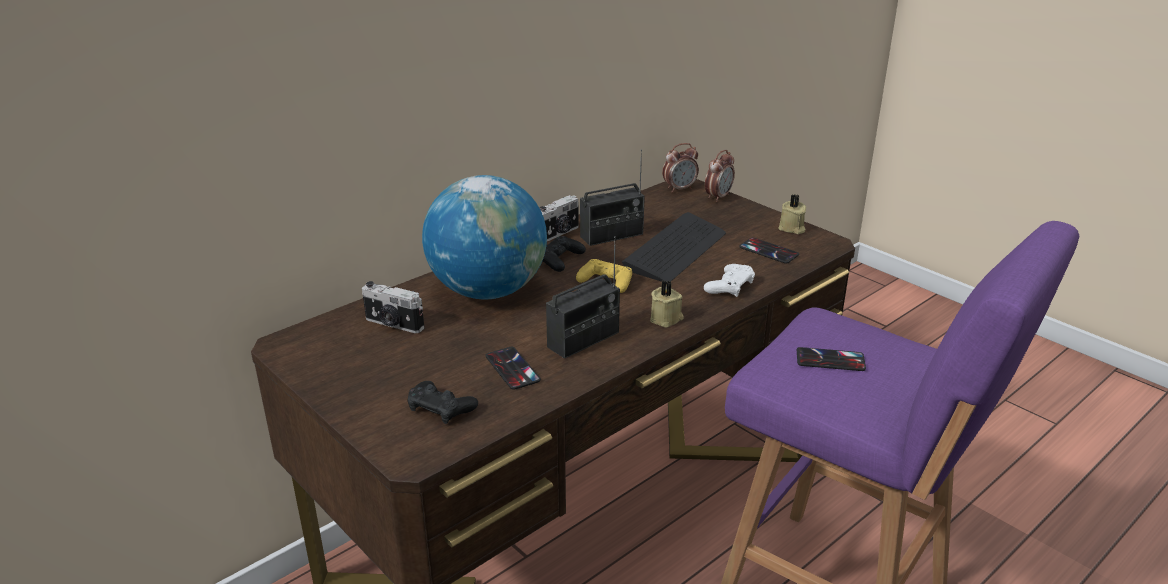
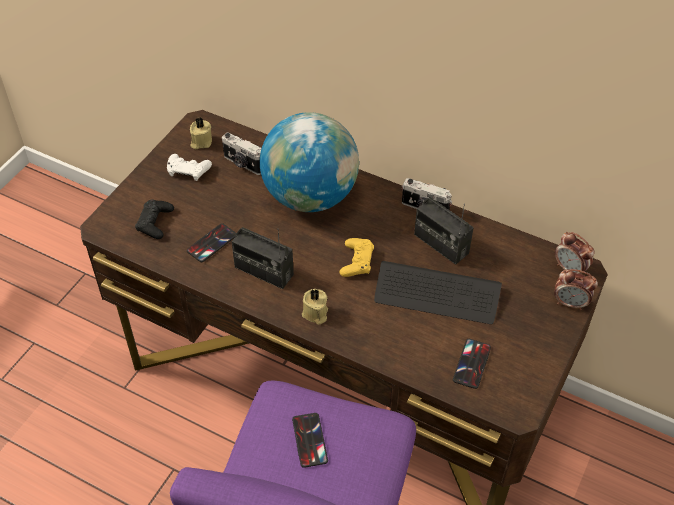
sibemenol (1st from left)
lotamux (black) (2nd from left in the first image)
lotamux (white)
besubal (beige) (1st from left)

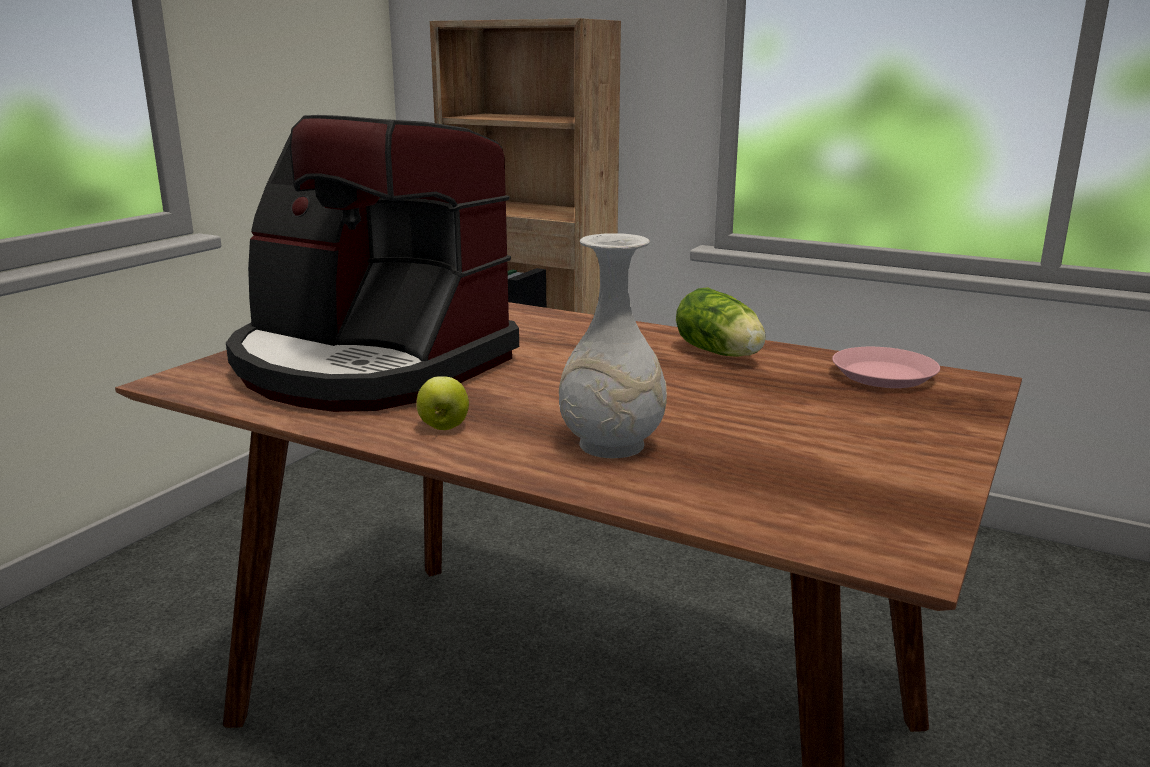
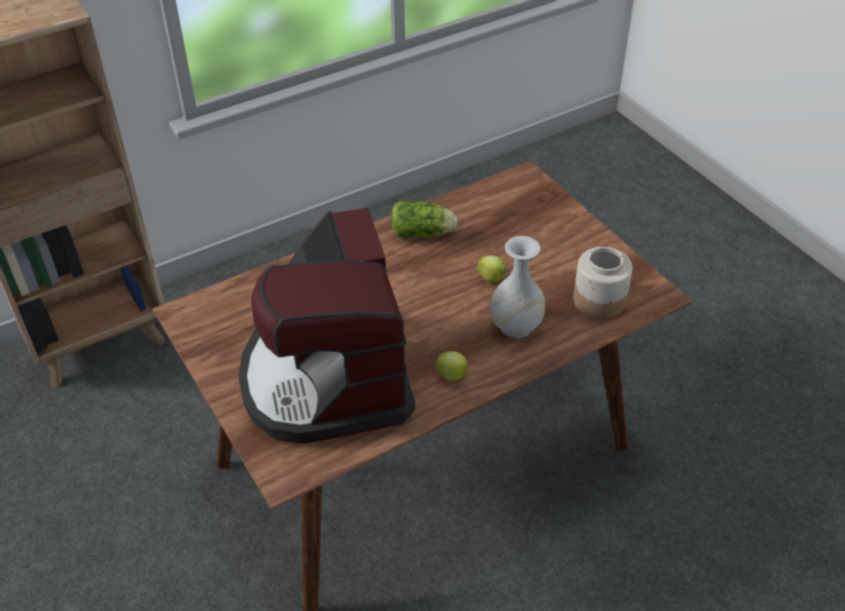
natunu
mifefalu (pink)
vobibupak (2nd from left)
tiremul

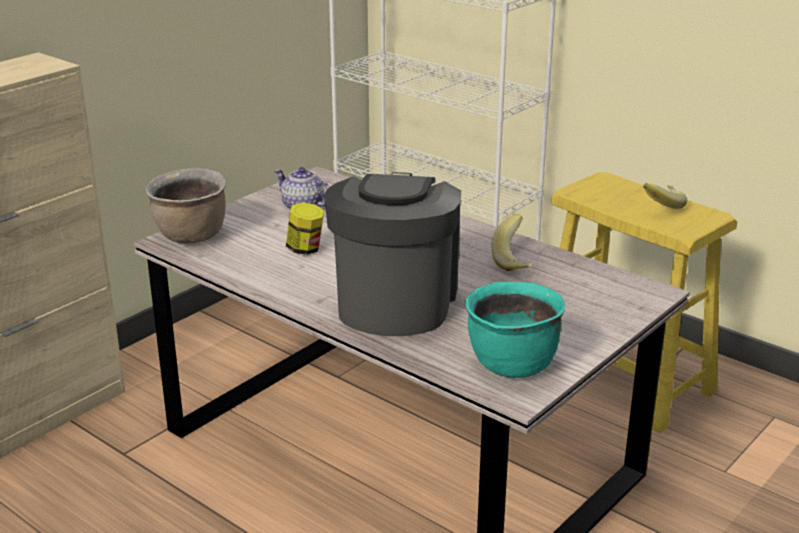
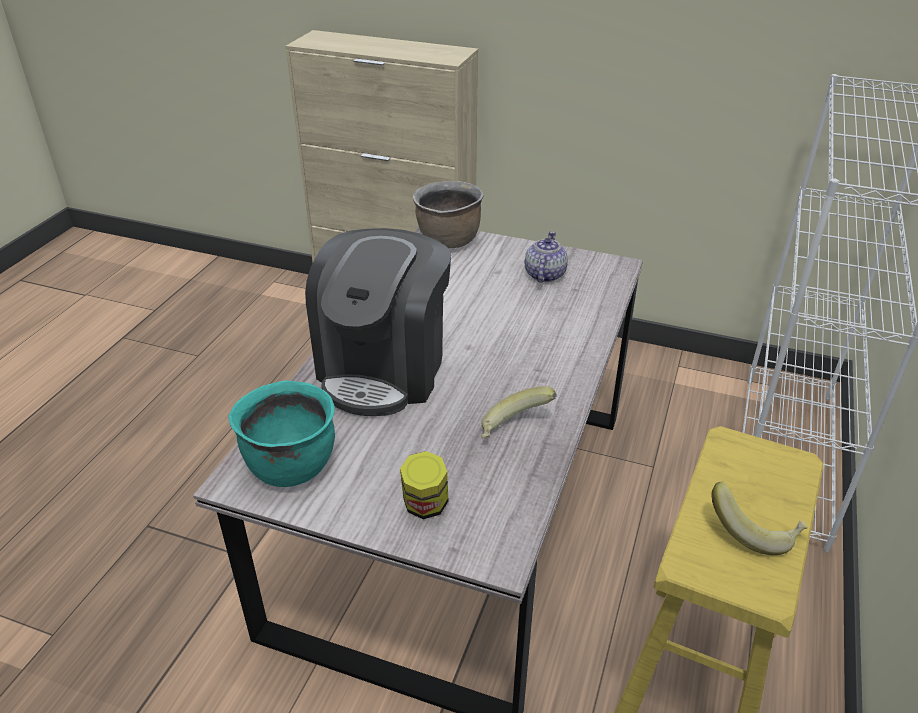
tiremul
natunu

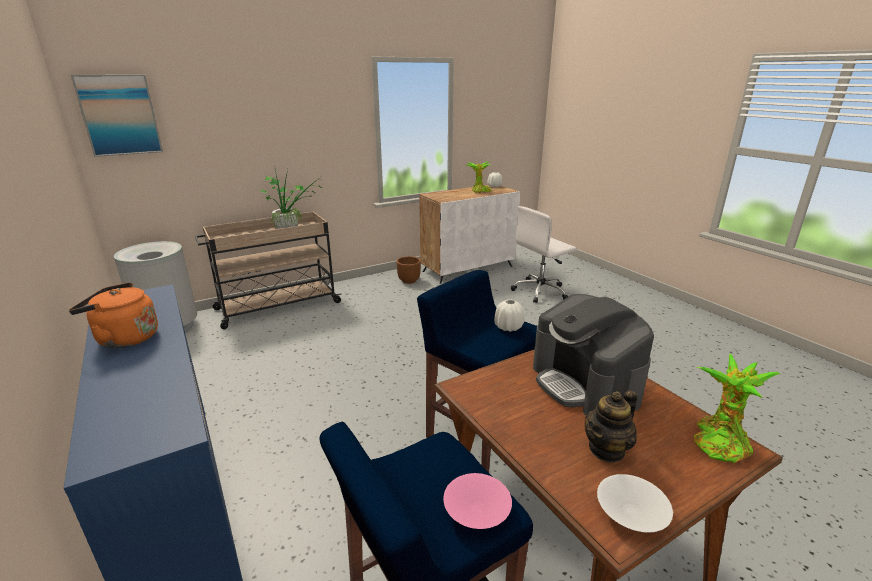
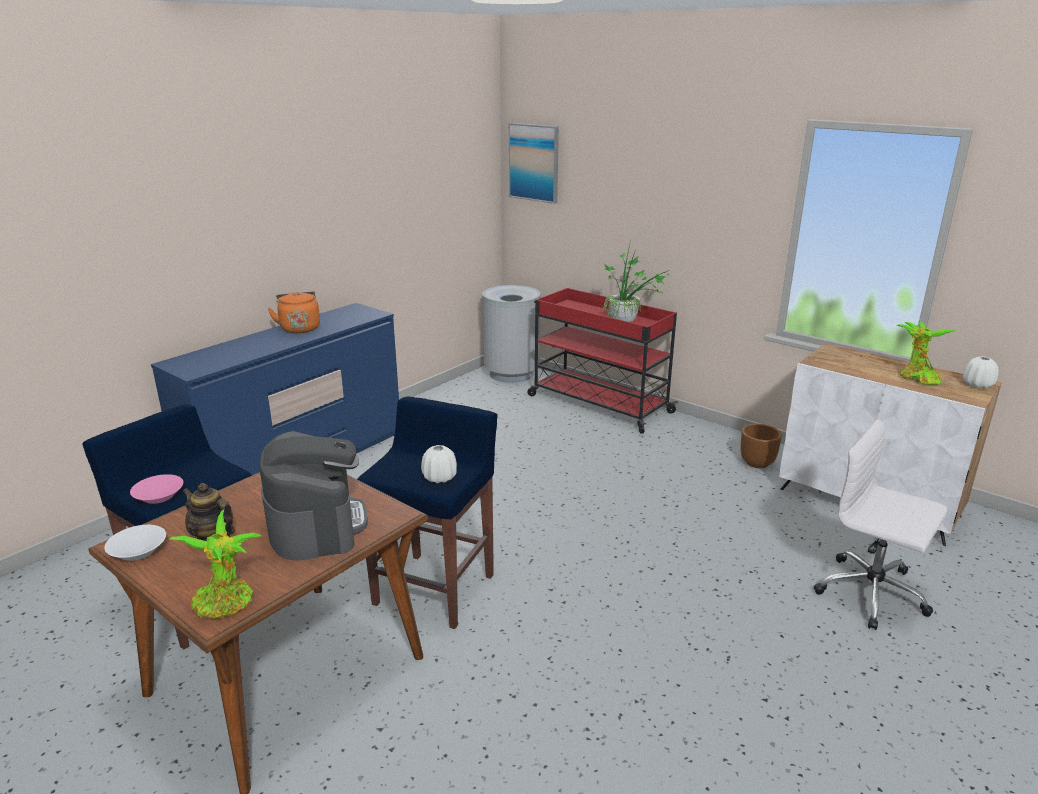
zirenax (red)
natunu

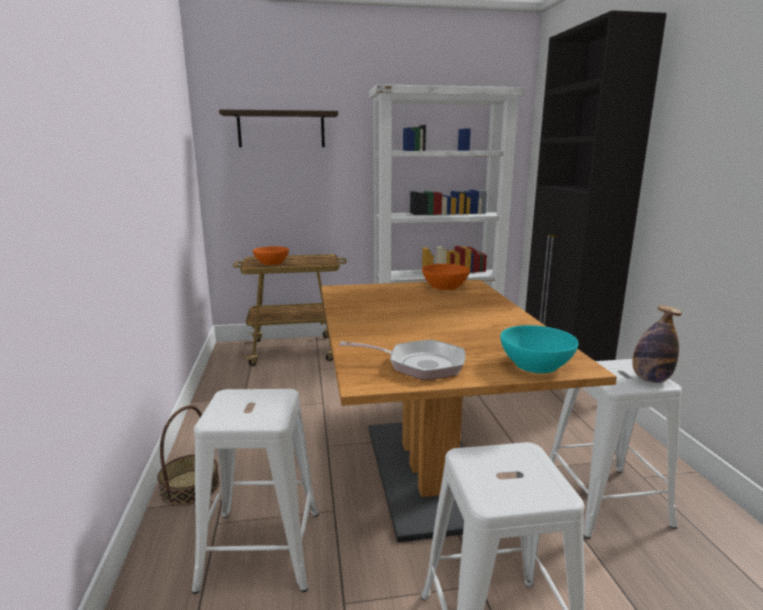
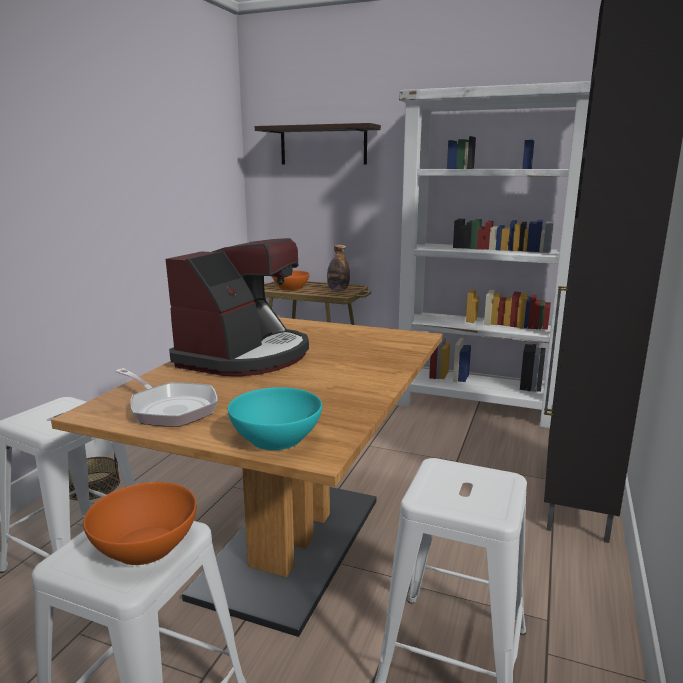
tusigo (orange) (1st from left)
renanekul
natunu

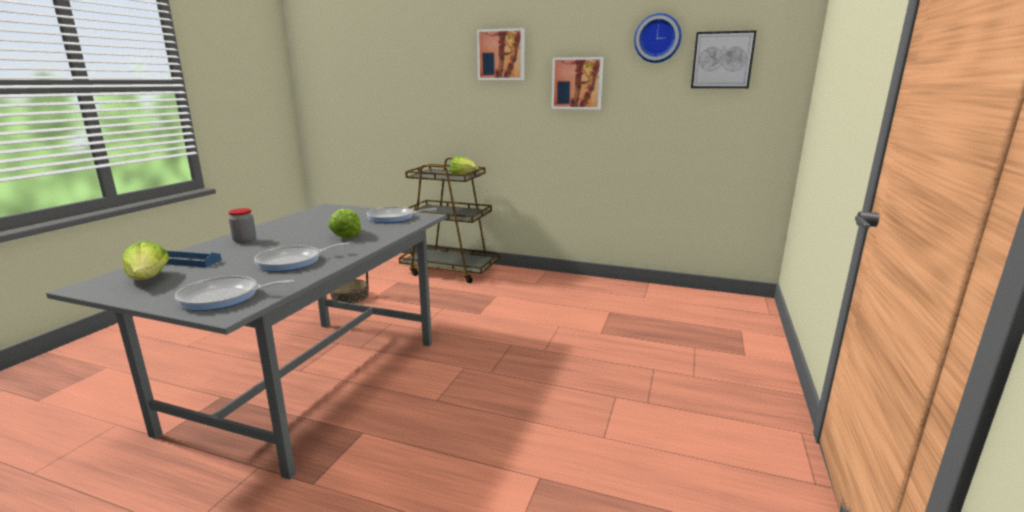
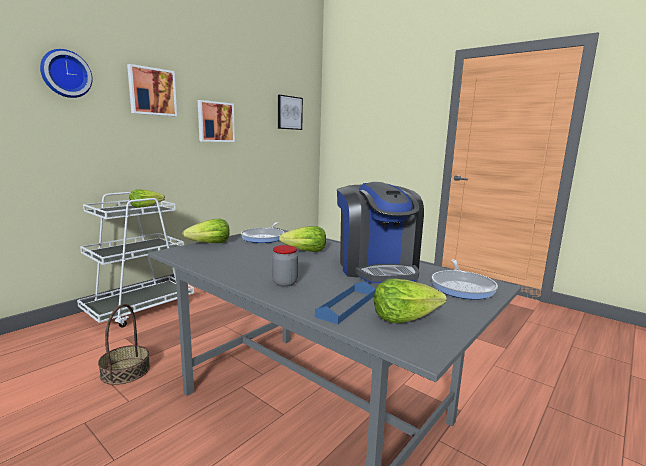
natunu
zirenax (white)
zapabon
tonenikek (2nd from left)

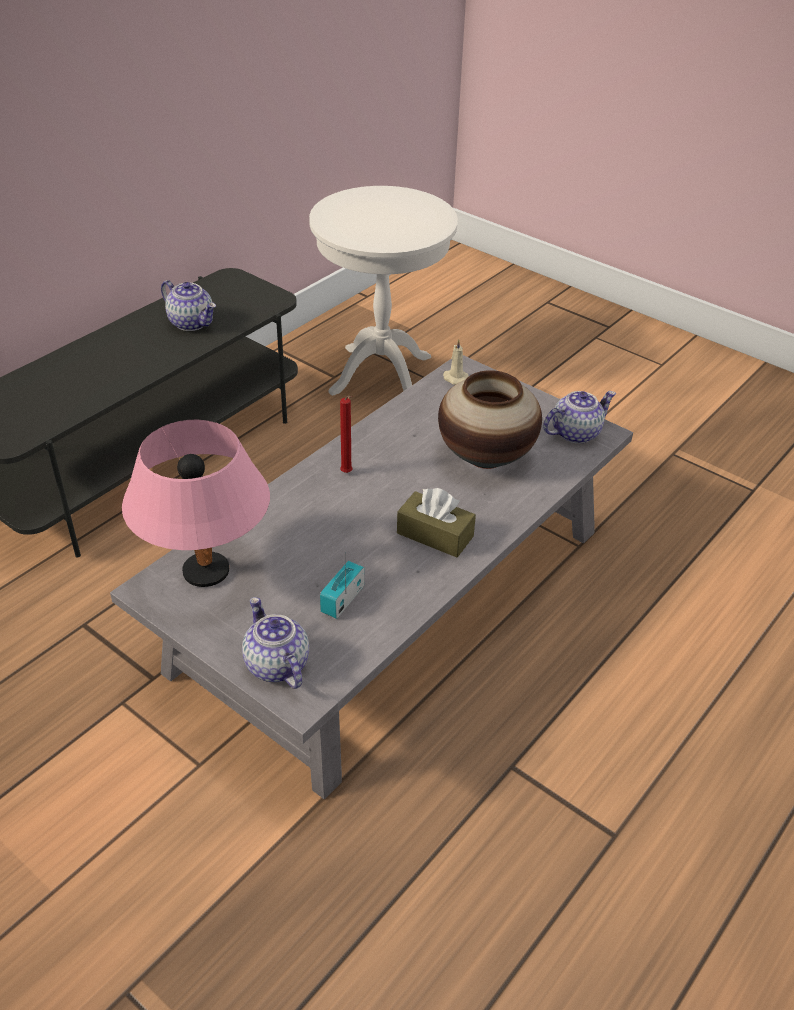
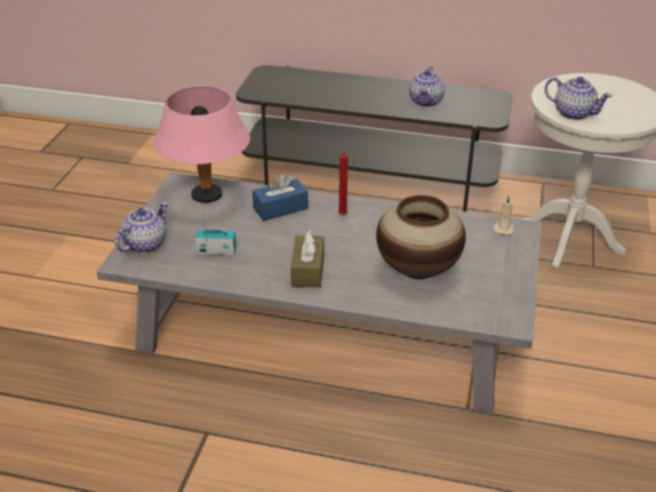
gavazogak (3rd from left)
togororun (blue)

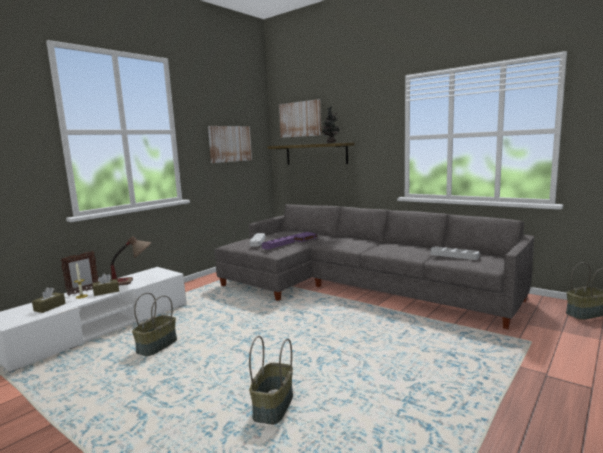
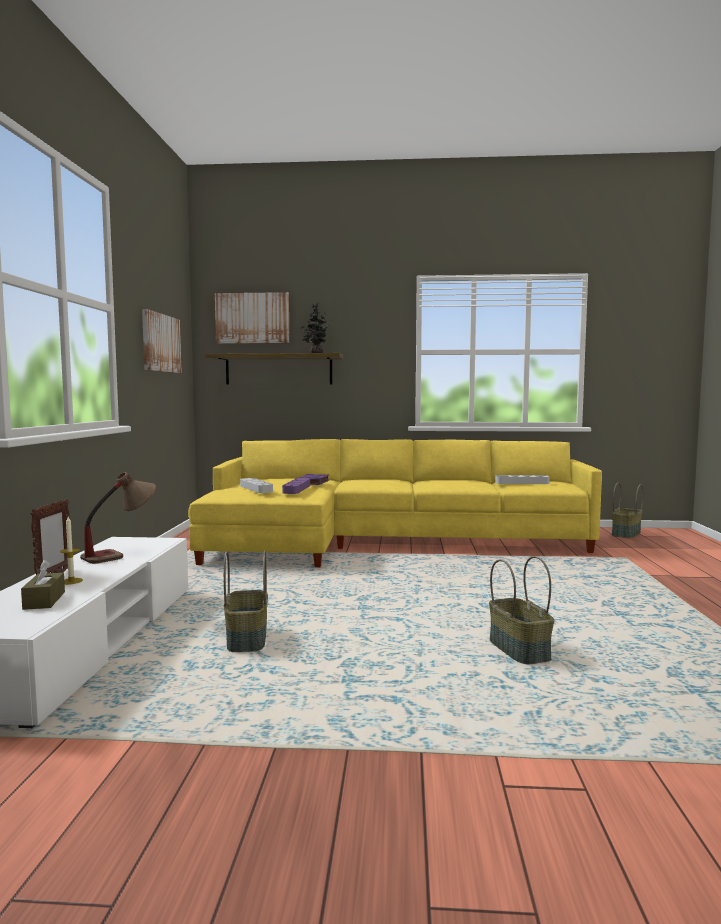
togororun (brown) (2nd from left in the first image)
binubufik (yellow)

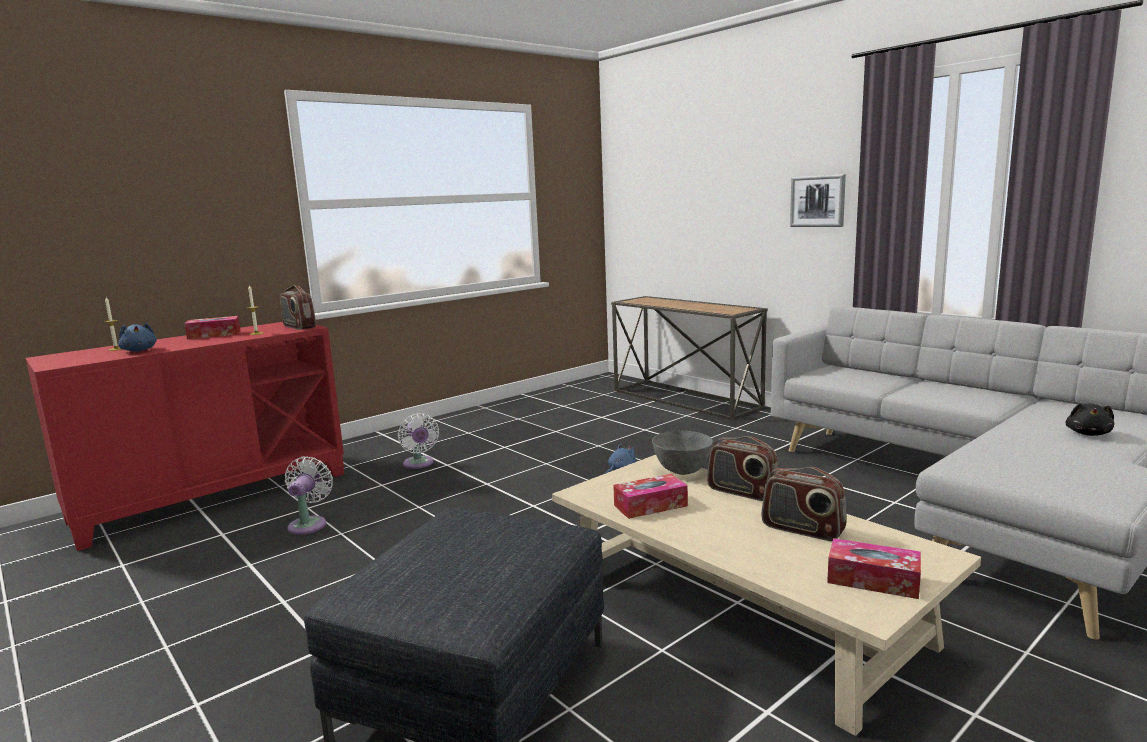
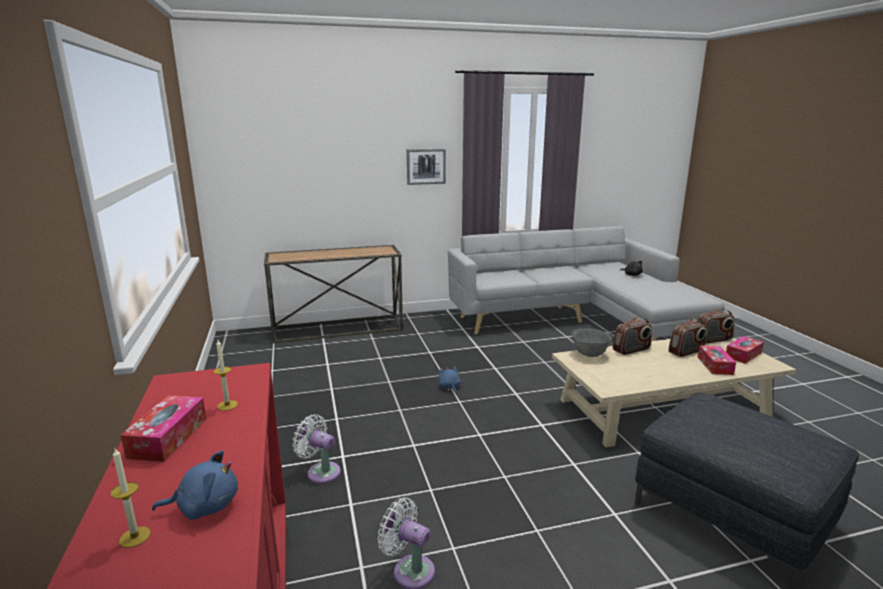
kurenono (3rd from left)
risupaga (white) (1st from left)
togororun (2nd from left)

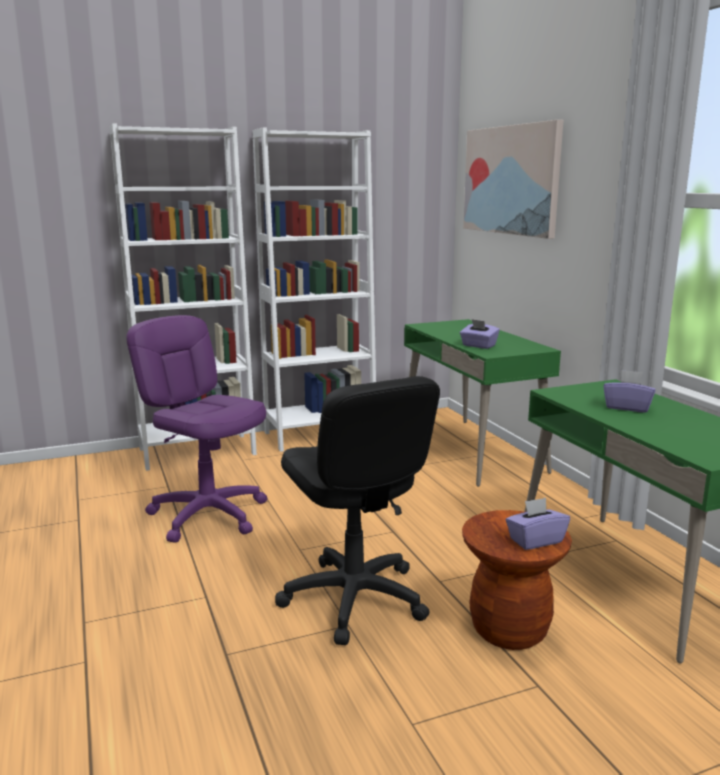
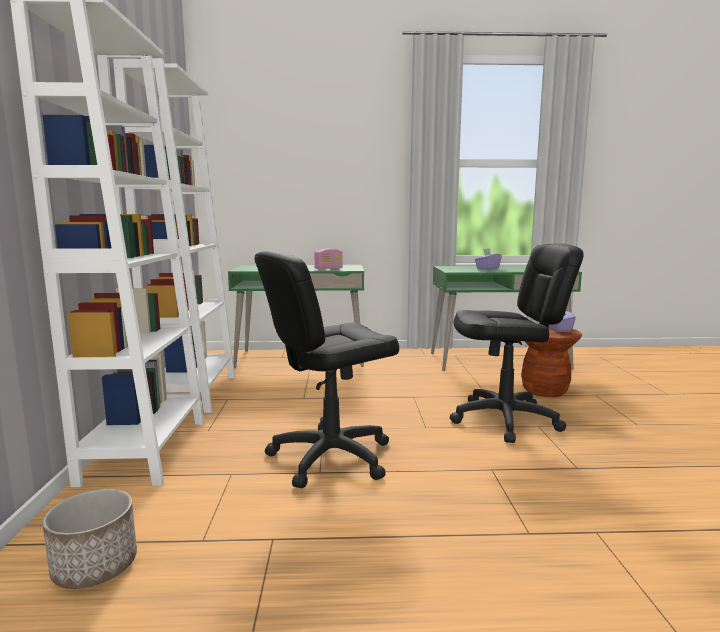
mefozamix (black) (1st from left)
kurenono
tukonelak
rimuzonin

